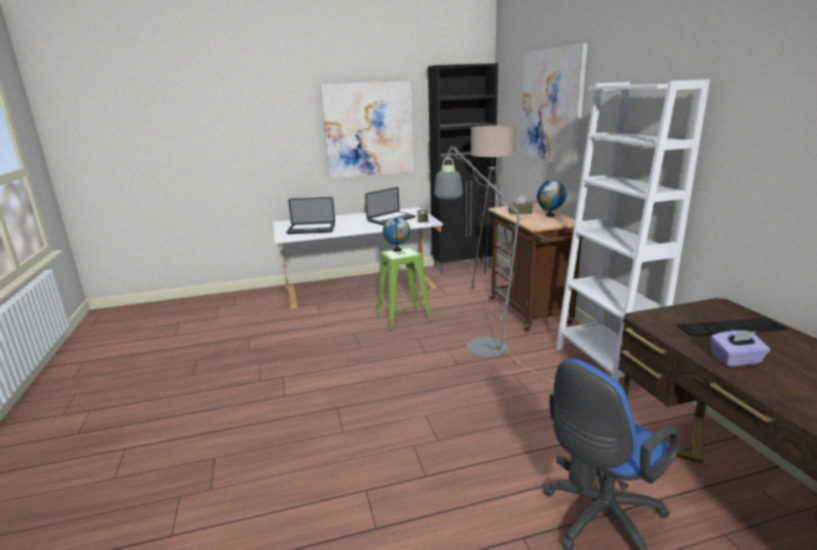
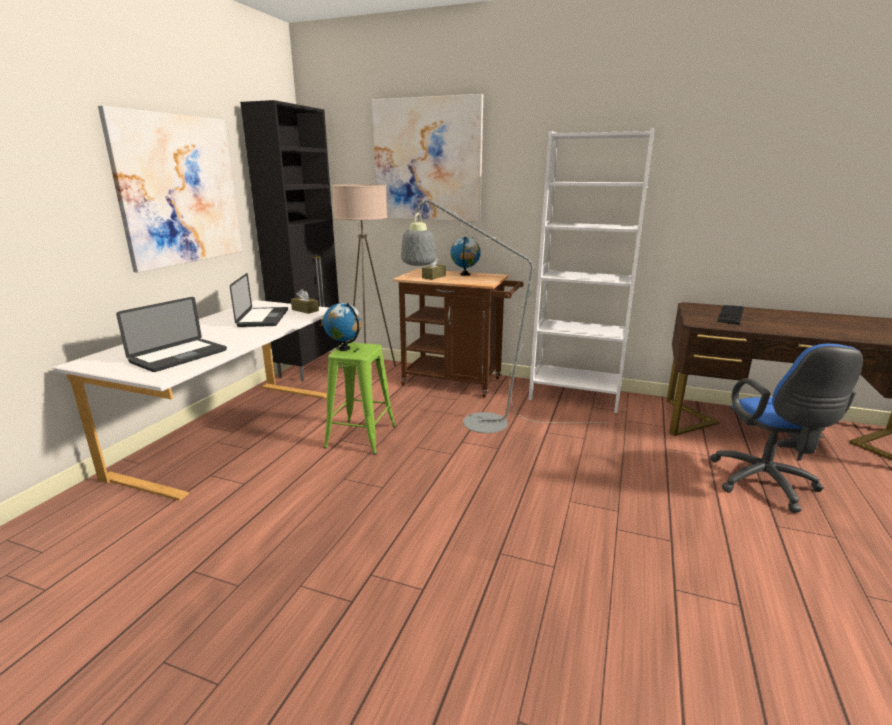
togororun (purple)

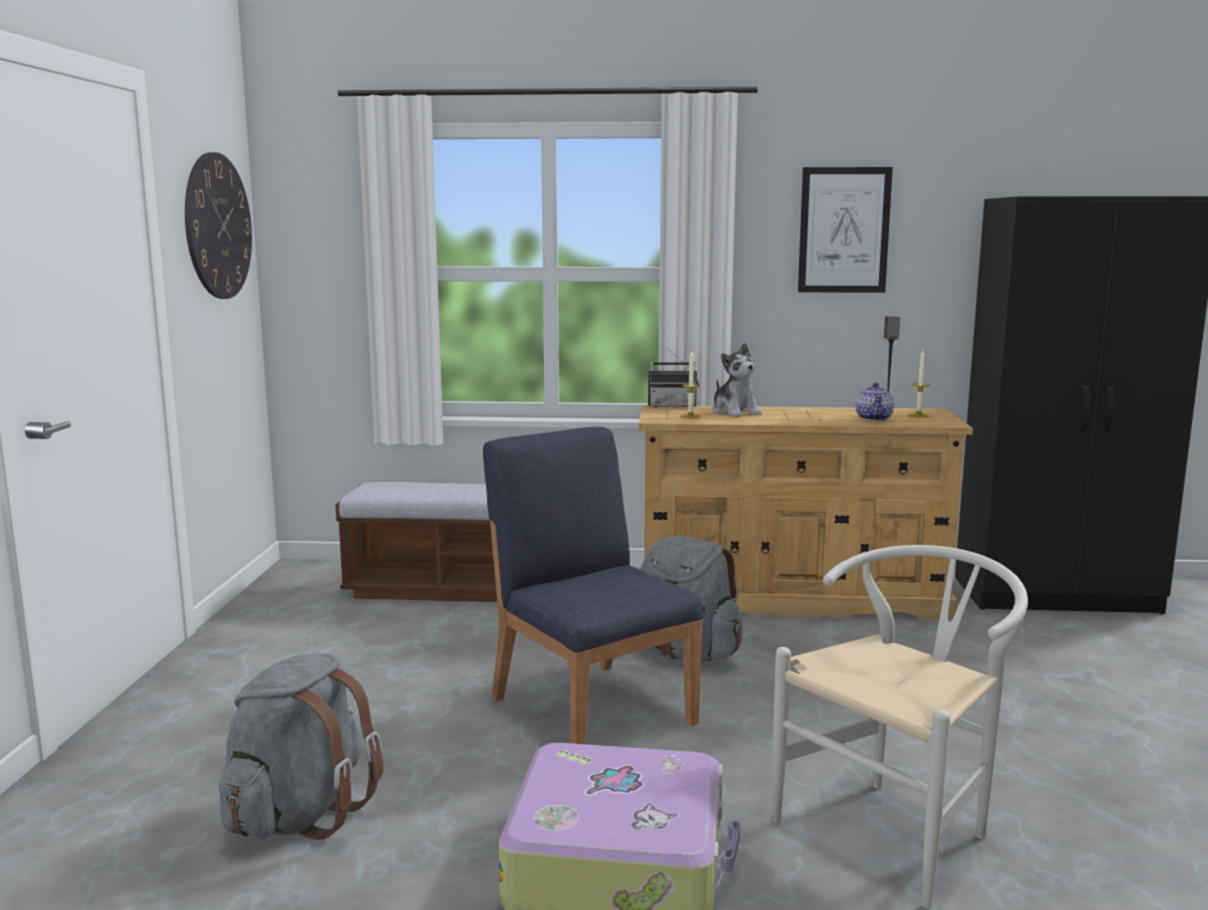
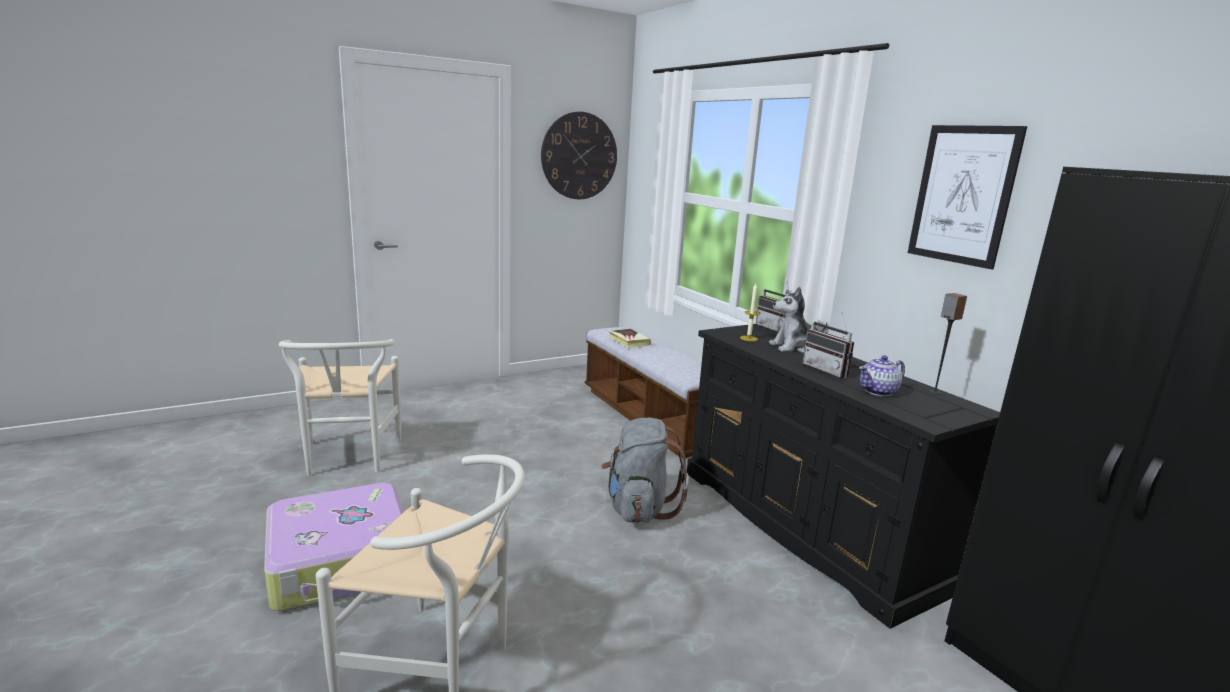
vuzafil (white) (1st from left)
vuzafil (blue)
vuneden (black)
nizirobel
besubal (2nd from left in the first image)
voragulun
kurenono (2nd from left)

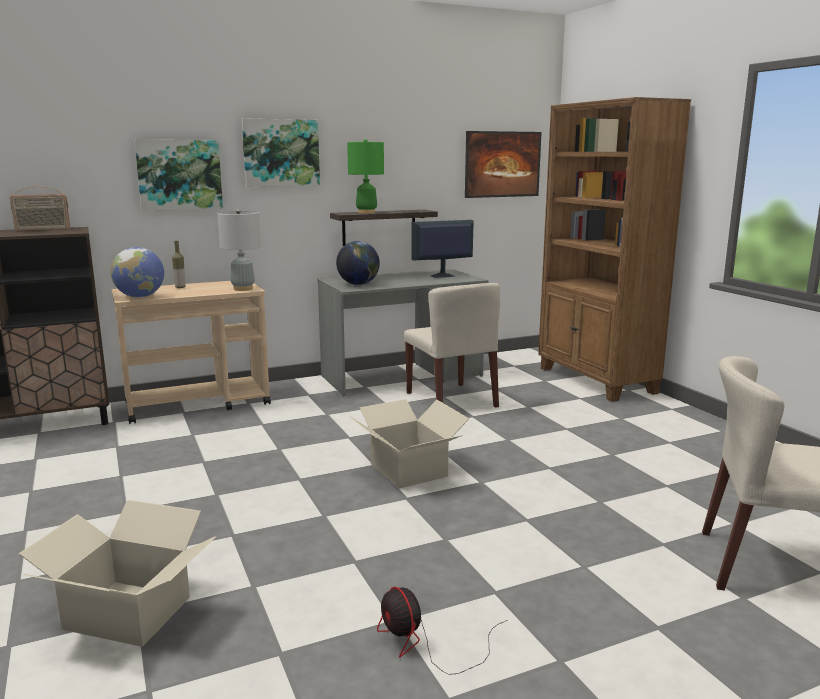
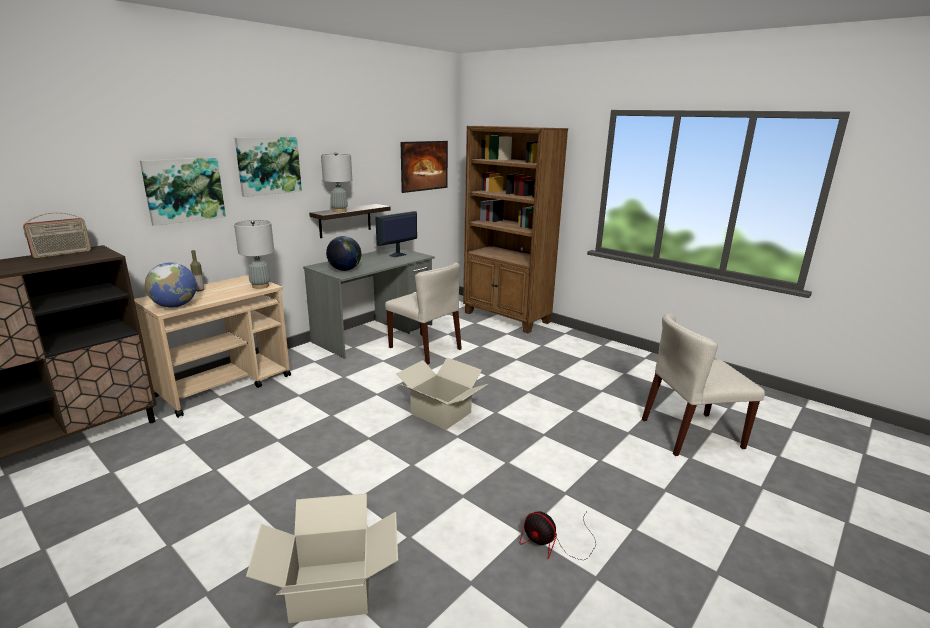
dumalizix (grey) (2nd from left)

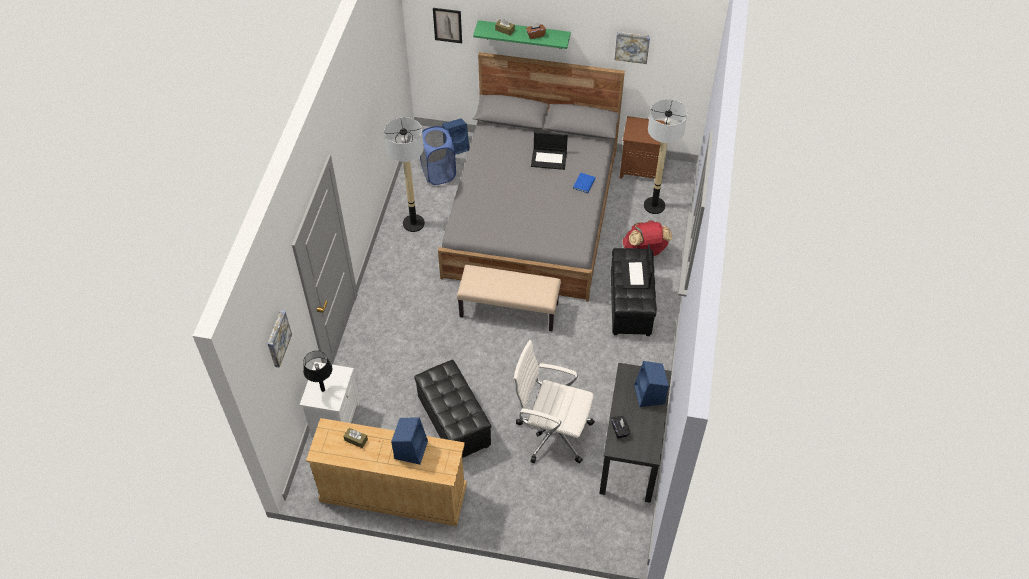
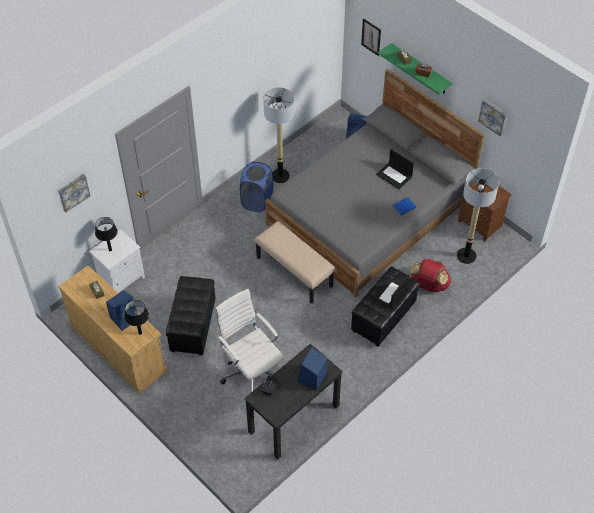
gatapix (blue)
dumalizix (black) (2nd from left)

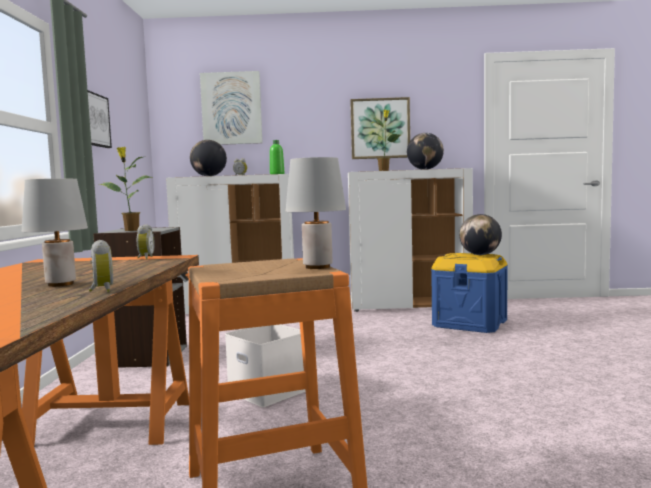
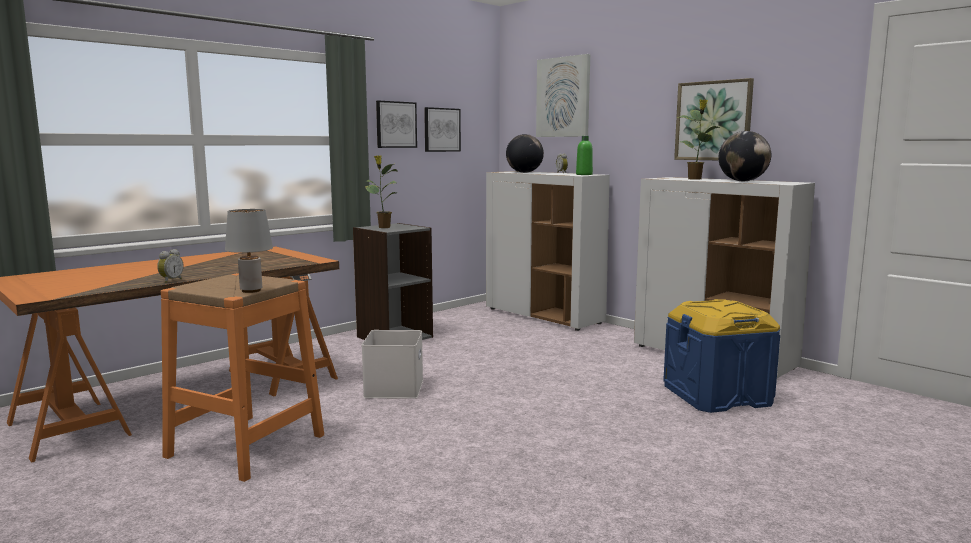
dumalizix (grey) (1st from left in the first image)
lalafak (2nd from left in the first image)
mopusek (3rd from left in the first image)
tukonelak (2nd from left)

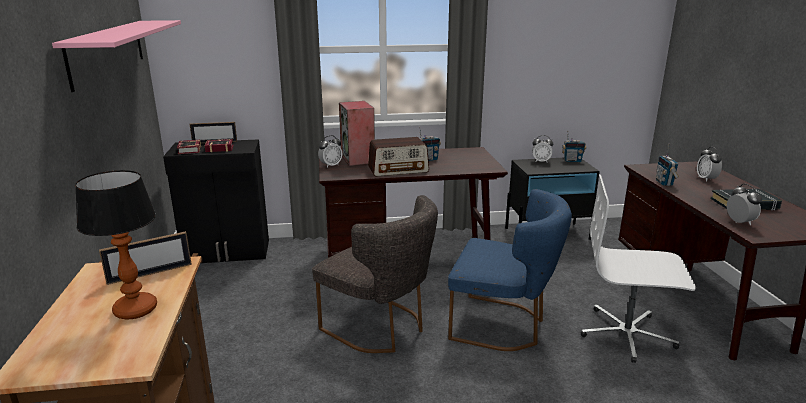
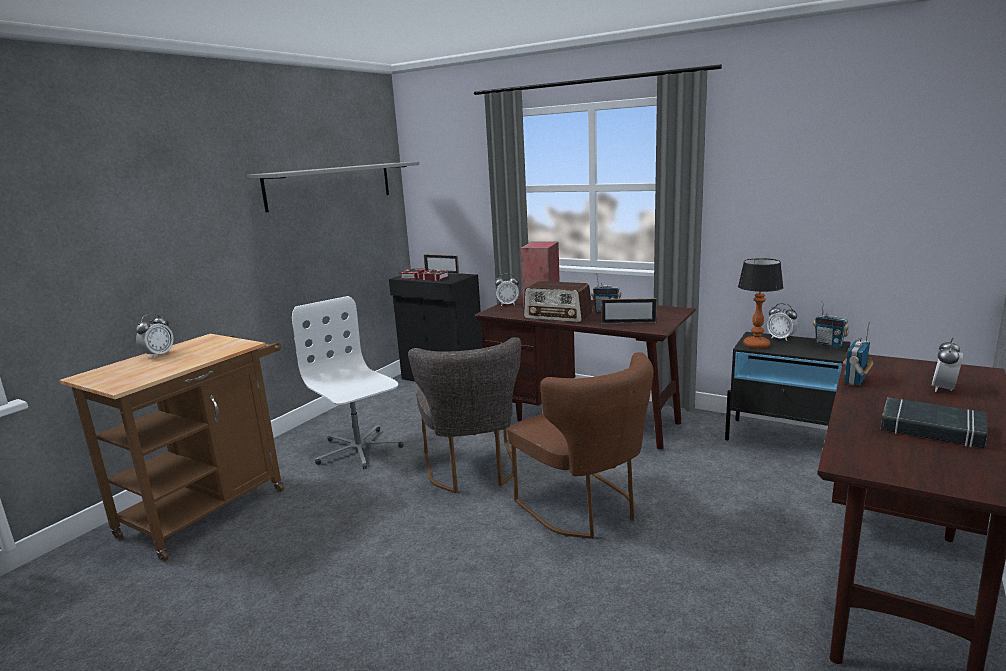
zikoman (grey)
dumalizix
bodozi (2nd from left)
vuzafil (brown)
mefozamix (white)
lalafak (1st from left)

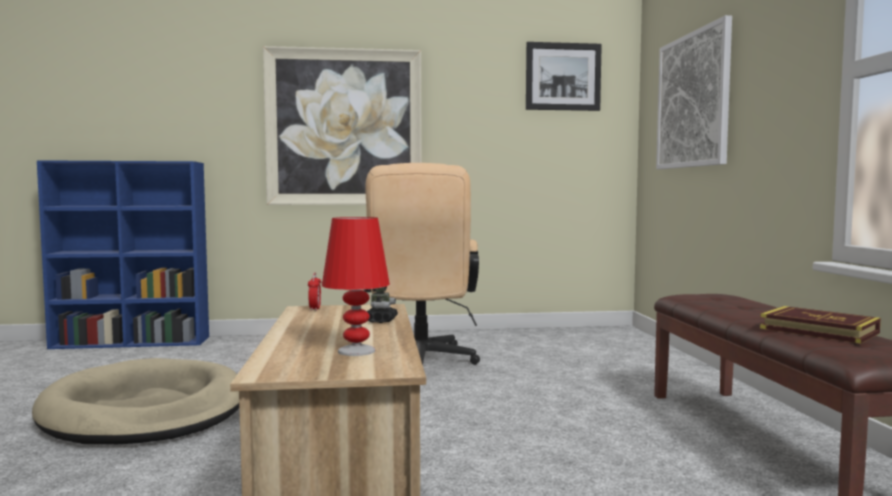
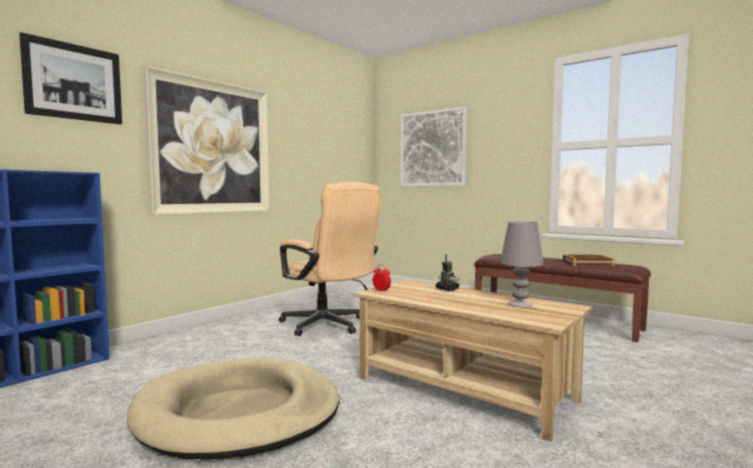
dumalizix (grey)
tukonelak (1st from left)

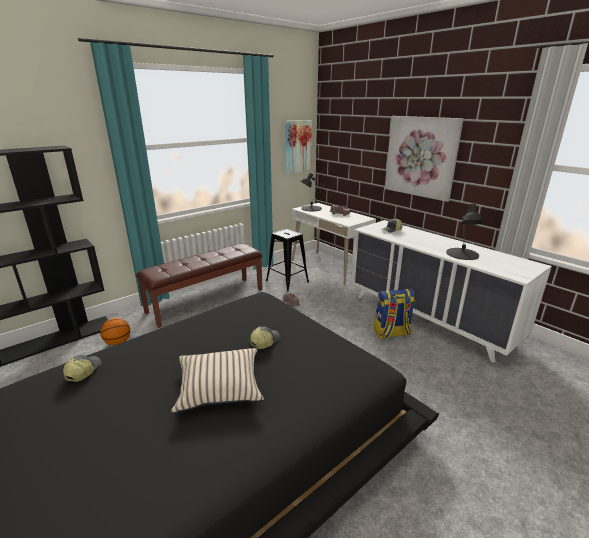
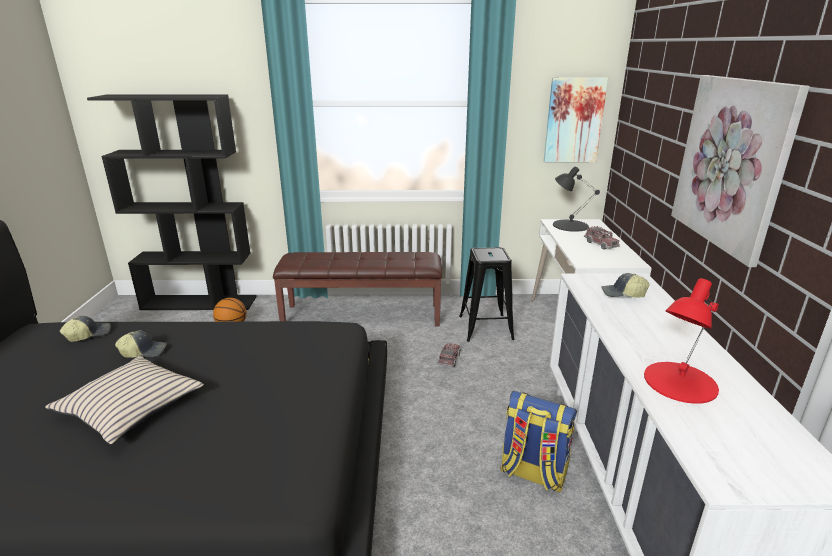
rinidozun (2nd from left)
dumalizix (red)

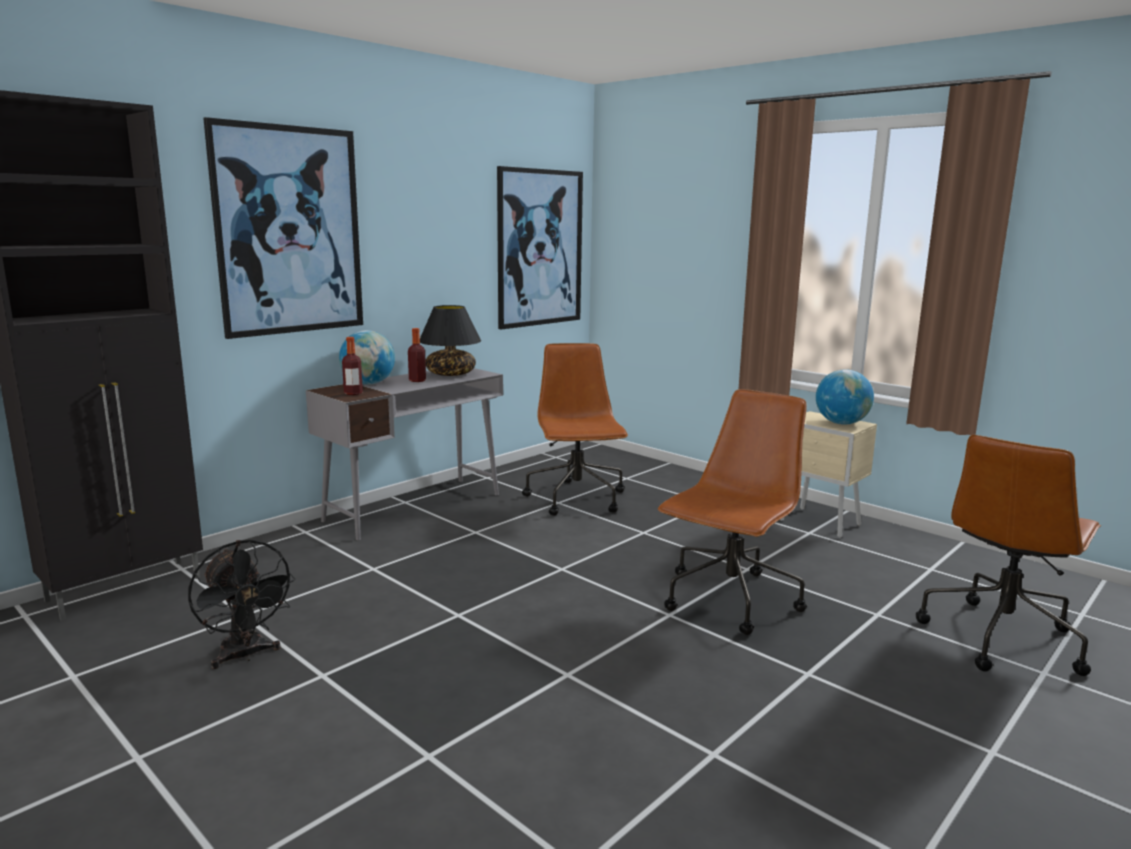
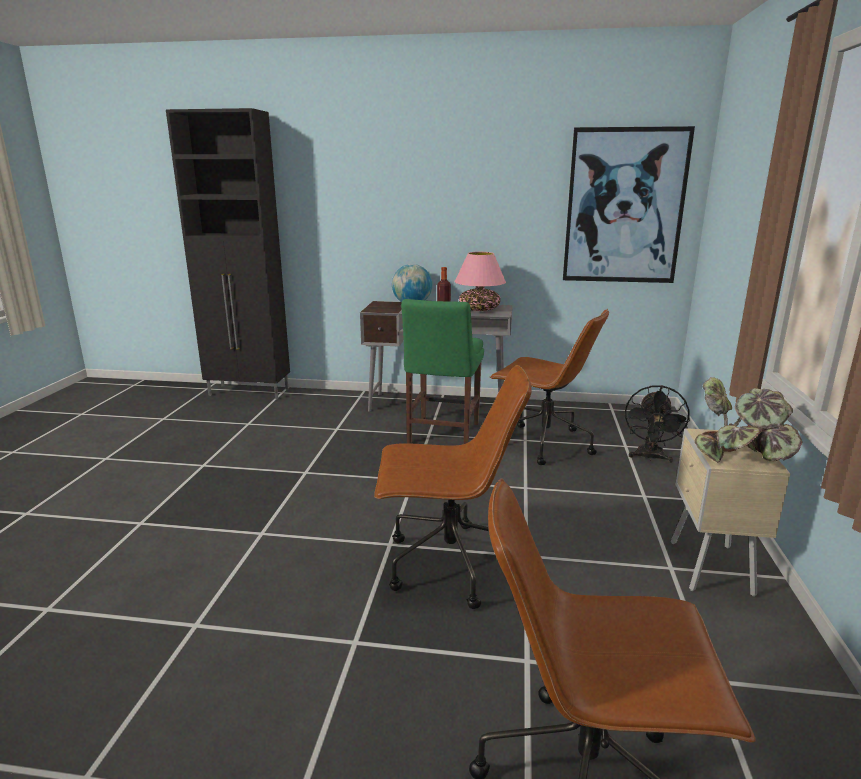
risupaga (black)
tukonelak (1st from left in the first image)
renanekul (1st from left in the first image)
dumalizix (pink)
mefozamix (brown) (2nd from left)
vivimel
vuzafil (green)

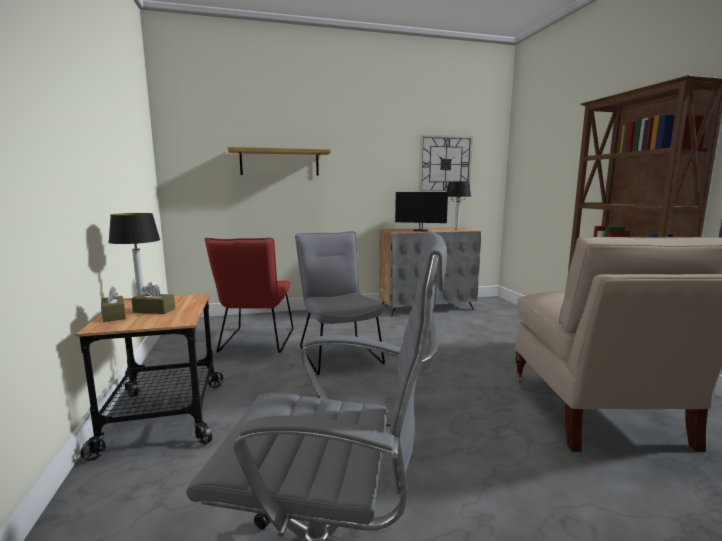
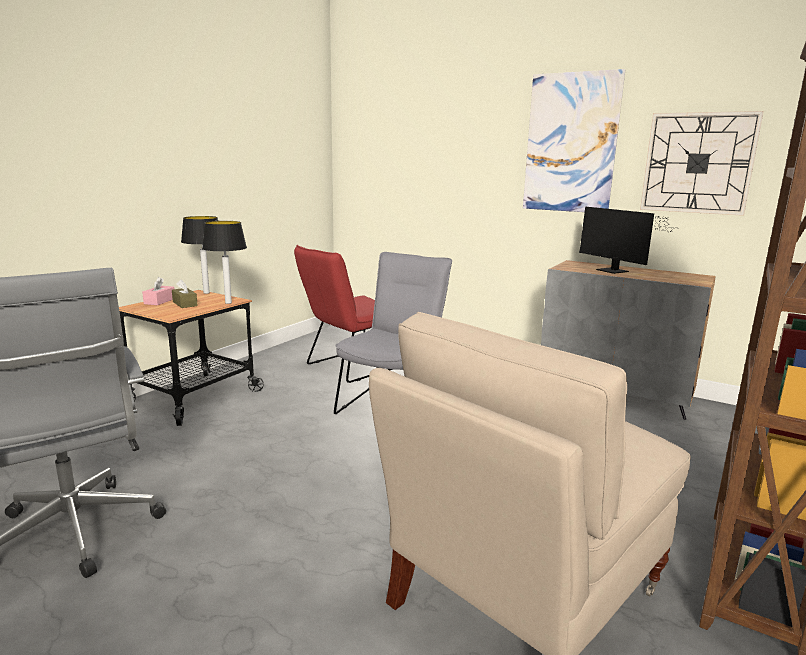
togororun (pink)
zikoman
dumalizix (2nd from left)
tukonelak

